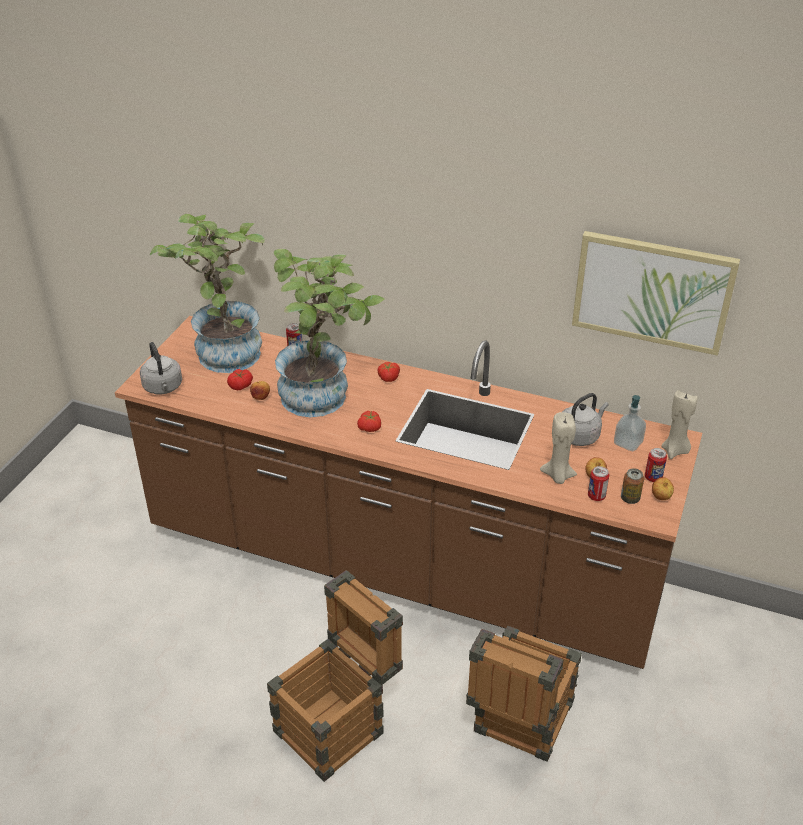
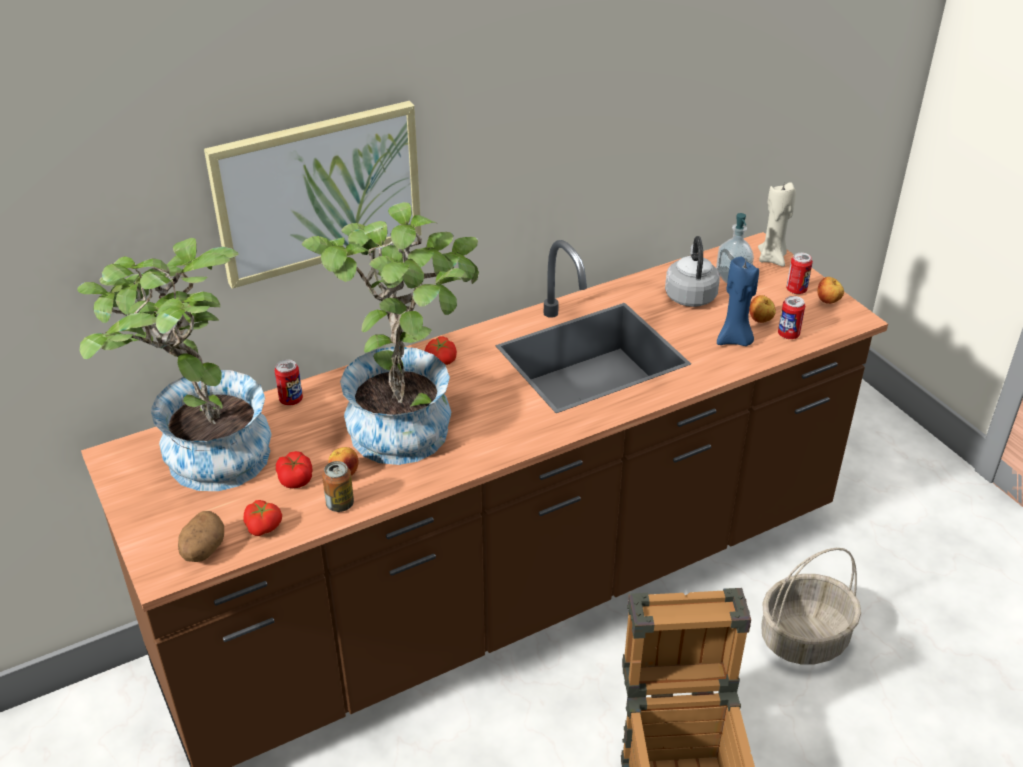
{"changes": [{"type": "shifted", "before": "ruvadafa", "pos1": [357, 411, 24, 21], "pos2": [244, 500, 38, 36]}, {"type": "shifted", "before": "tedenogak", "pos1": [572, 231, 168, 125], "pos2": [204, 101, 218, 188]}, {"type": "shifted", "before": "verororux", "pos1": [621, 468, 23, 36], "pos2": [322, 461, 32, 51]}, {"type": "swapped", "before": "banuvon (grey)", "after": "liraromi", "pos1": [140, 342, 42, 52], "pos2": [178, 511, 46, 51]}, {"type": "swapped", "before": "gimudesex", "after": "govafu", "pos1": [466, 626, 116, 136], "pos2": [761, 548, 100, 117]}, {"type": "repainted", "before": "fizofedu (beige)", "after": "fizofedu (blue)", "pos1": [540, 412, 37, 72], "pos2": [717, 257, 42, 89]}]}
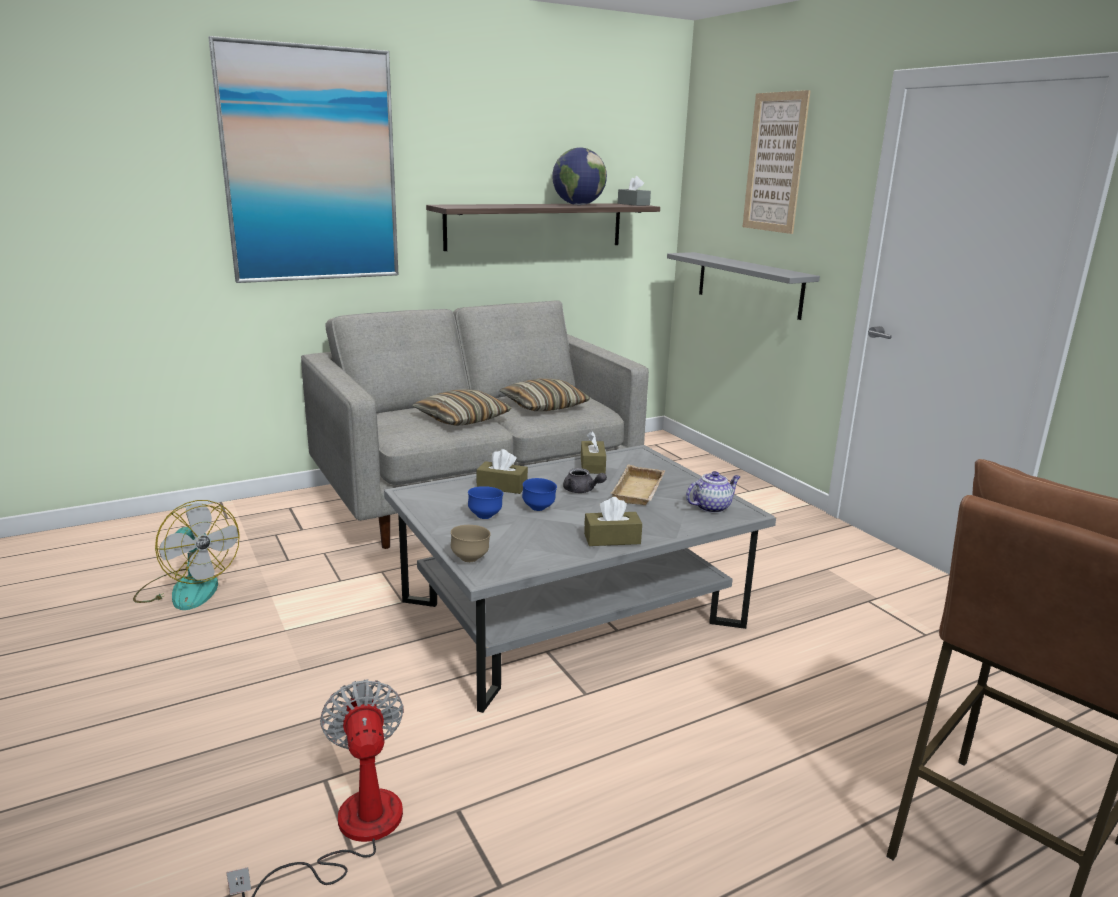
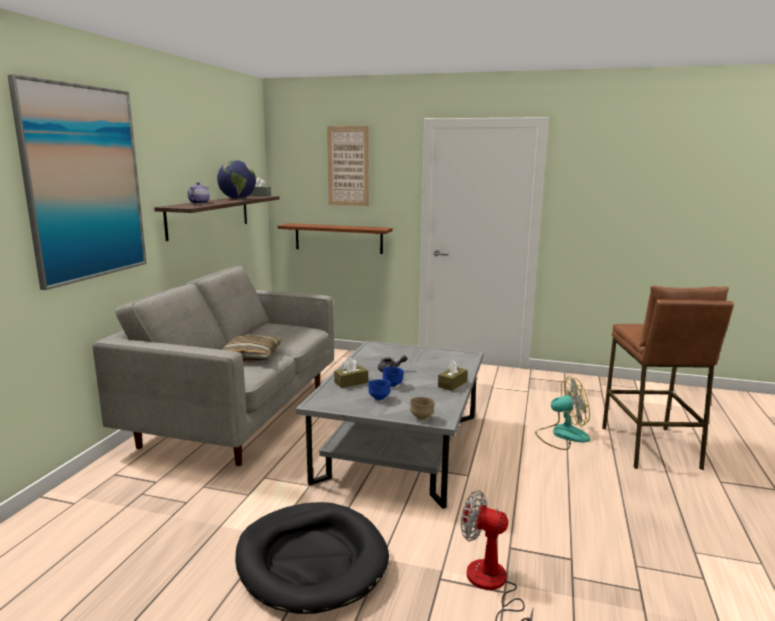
{"changes": [{"type": "gone", "before": "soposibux", "pos1": [500, 378, 90, 33]}, {"type": "gone", "before": "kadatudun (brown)", "pos1": [581, 431, 25, 43]}, {"type": "gone", "before": "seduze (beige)", "pos1": [610, 464, 55, 41]}, {"type": "new", "after": "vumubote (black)", "pos2": [235, 502, 154, 112]}, {"type": "shifted", "before": "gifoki", "pos1": [133, 500, 107, 110], "pos2": [535, 377, 55, 73]}, {"type": "shifted", "before": "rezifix", "pos1": [686, 471, 54, 42], "pos2": [187, 182, 23, 22]}, {"type": "repainted", "before": "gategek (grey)", "after": "gategek (brown)", "pos1": [667, 252, 153, 68], "pos2": [277, 223, 115, 31]}]}
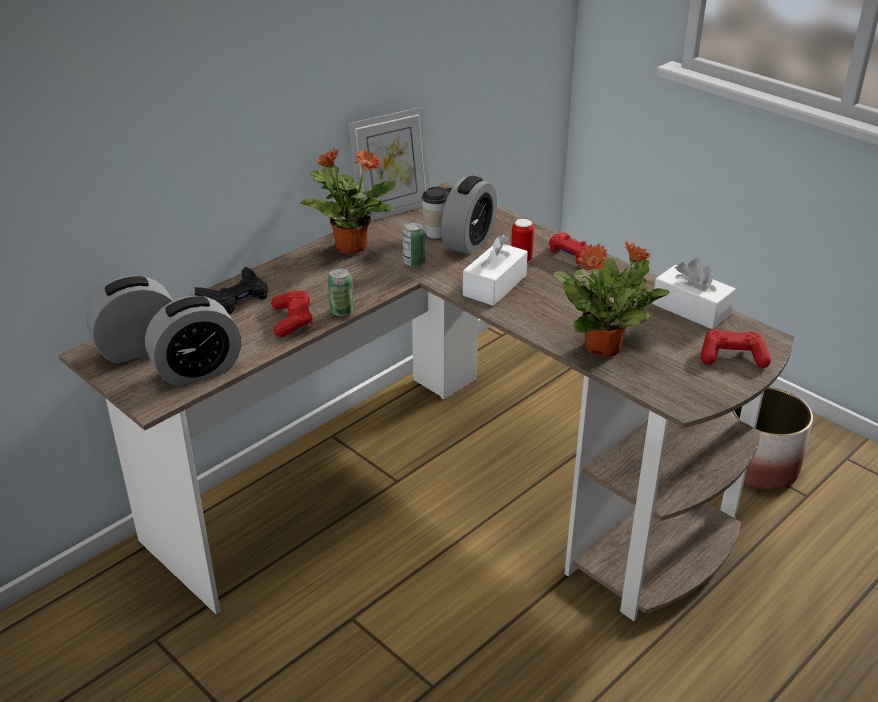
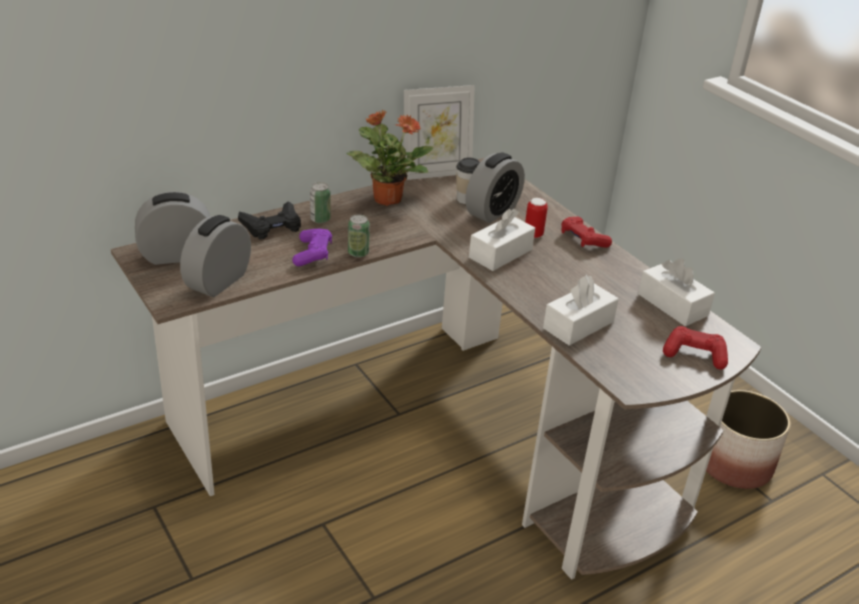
{"changes": [{"type": "shifted", "before": "verororux", "pos1": [403, 221, 22, 46], "pos2": [310, 182, 20, 42]}, {"type": "swapped", "before": "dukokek", "after": "kadatudun (white)", "pos1": [553, 241, 117, 115], "pos2": [543, 275, 76, 71]}, {"type": "repainted", "before": "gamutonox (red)", "after": "gamutonox (purple)", "pos1": [271, 291, 41, 46], "pos2": [292, 229, 40, 37]}, {"type": "rotated", "before": "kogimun", "pos1": [145, 296, 96, 90], "pos2": [180, 215, 71, 82], "turn": 135}]}
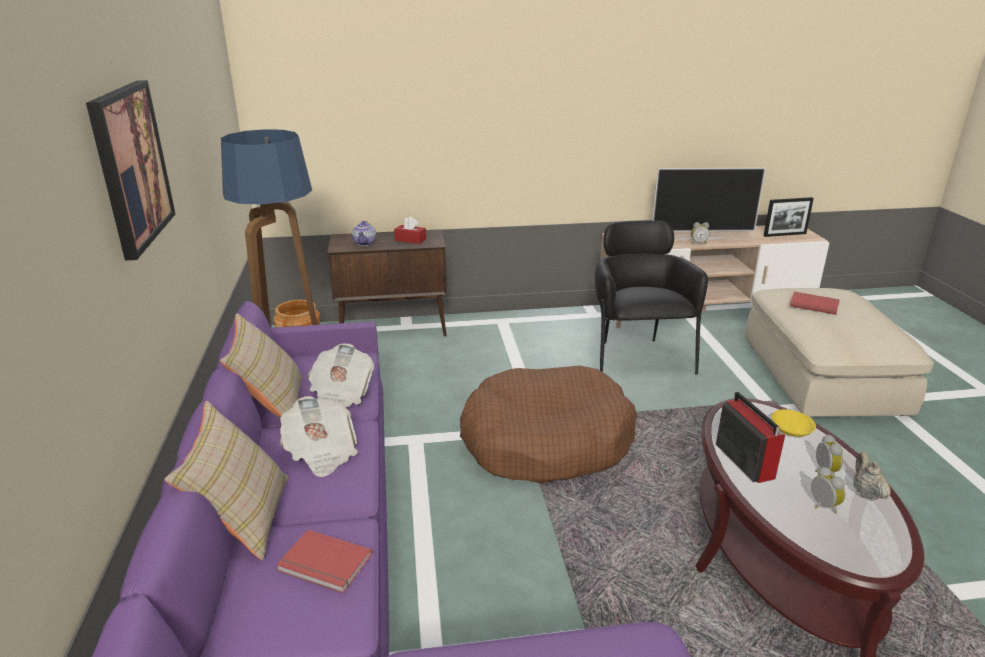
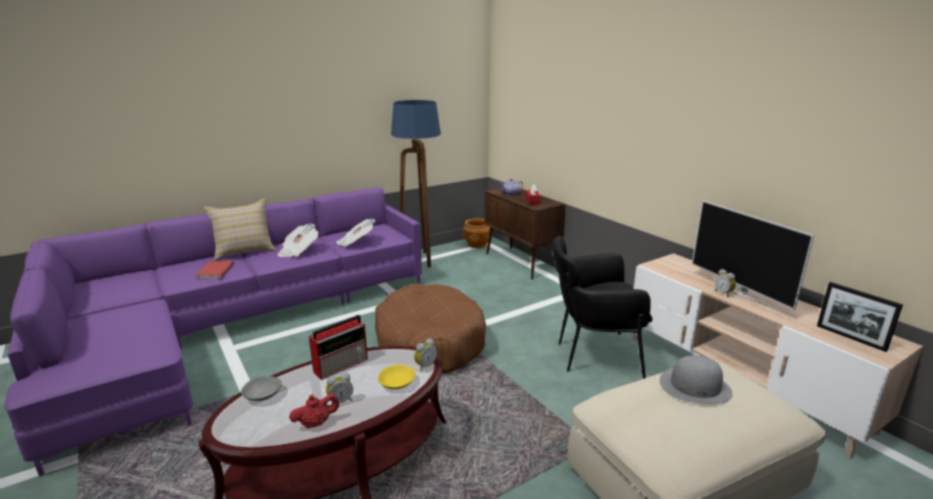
{"changes": [{"type": "gone", "before": "tedenogak", "pos1": [86, 80, 89, 181]}, {"type": "gone", "before": "soposibux (beige)", "pos1": [220, 313, 82, 105]}, {"type": "new", "after": "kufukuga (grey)", "pos2": [241, 376, 41, 25]}, {"type": "shifted", "before": "kogimun", "pos1": [811, 467, 35, 46], "pos2": [414, 339, 23, 33]}, {"type": "swapped", "before": "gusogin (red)", "after": "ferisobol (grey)", "pos1": [790, 291, 50, 24], "pos2": [659, 355, 74, 49]}, {"type": "repainted", "before": "rezifix (beige)", "after": "rezifix (red)", "pos1": [853, 452, 38, 49], "pos2": [289, 394, 50, 34]}, {"type": "rotated", "before": "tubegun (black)", "pos1": [595, 220, 113, 155], "pos2": [552, 236, 100, 143], "turn": -150}]}
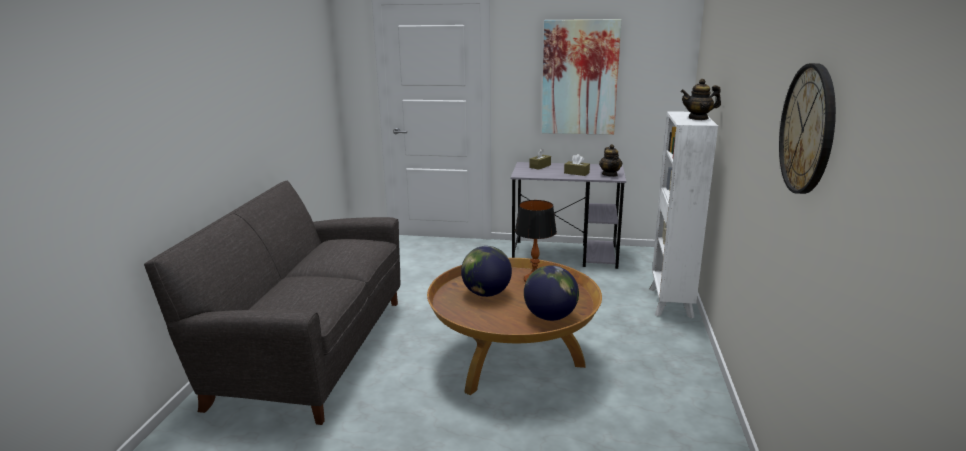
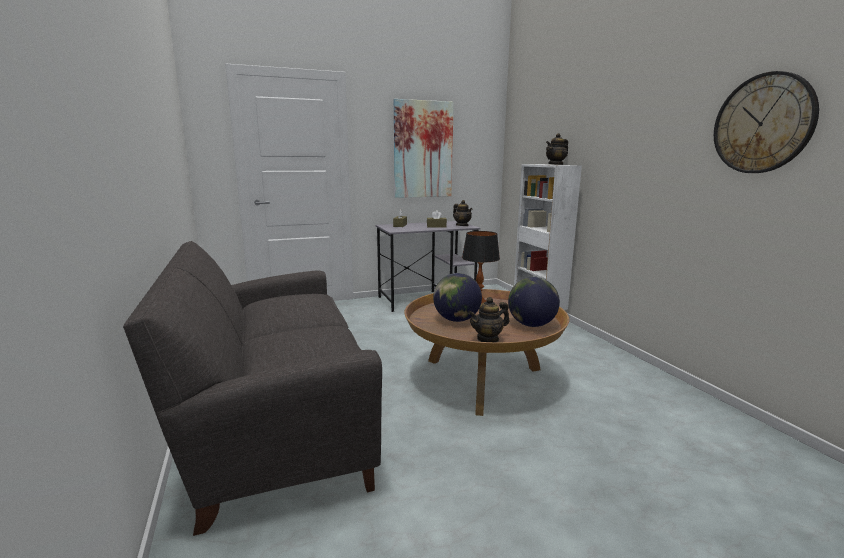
{"changes": [{"type": "new", "after": "rezifix", "pos2": [468, 297, 41, 45]}]}
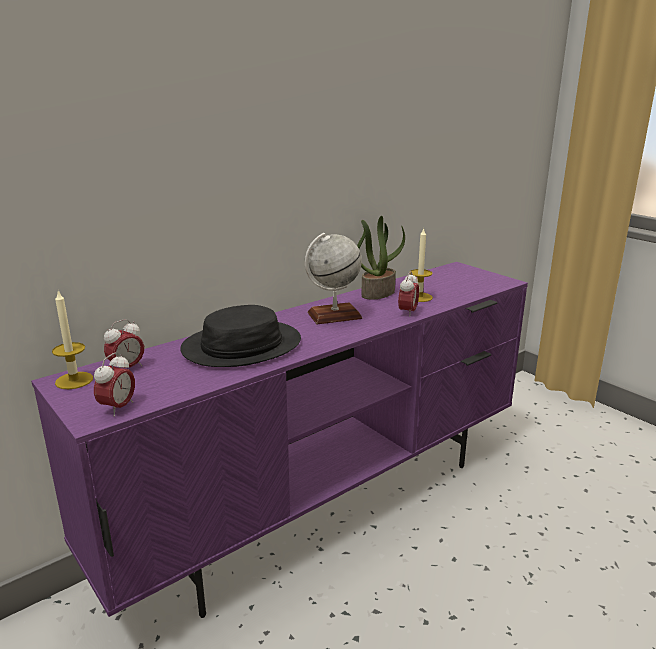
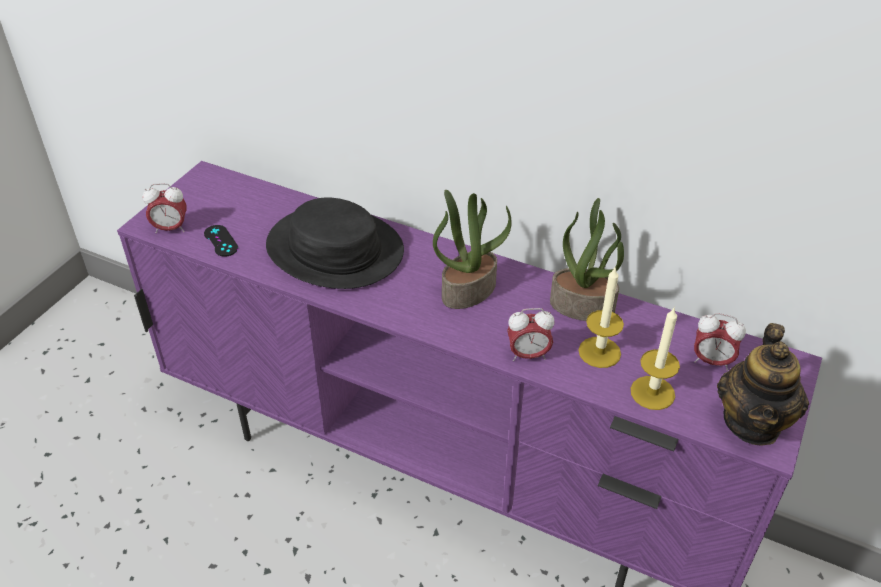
{"changes": [{"type": "new", "after": "gamutonox (black)", "pos2": [204, 225, 34, 32]}, {"type": "new", "after": "rezifix", "pos2": [717, 323, 92, 123]}, {"type": "shifted", "before": "fizofedu", "pos1": [52, 291, 41, 98], "pos2": [631, 306, 49, 104]}, {"type": "shifted", "before": "kogimun", "pos1": [104, 319, 40, 49], "pos2": [694, 313, 52, 58]}, {"type": "swapped", "before": "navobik", "after": "dukokek", "pos1": [305, 233, 57, 91], "pos2": [433, 190, 79, 119]}]}
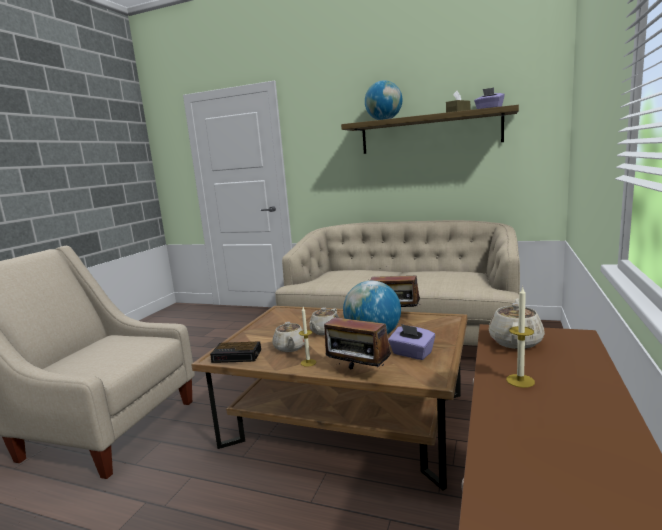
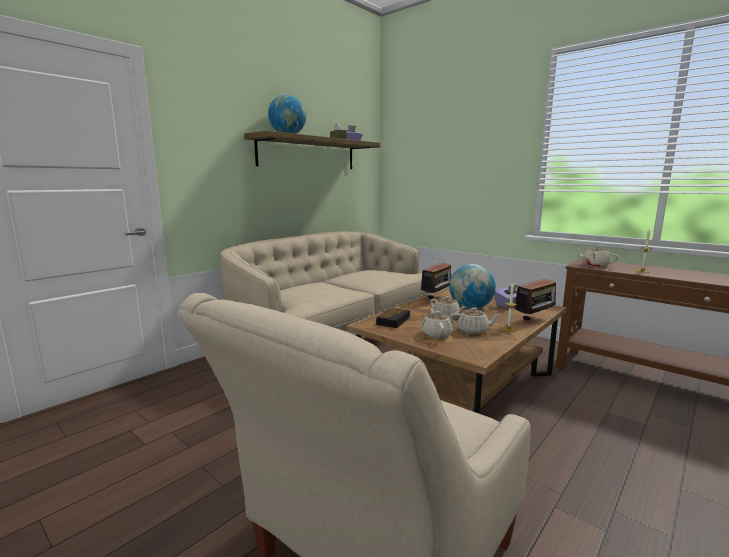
{"changes": [{"type": "new", "after": "rezifix (beige)", "pos2": [421, 308, 32, 31]}, {"type": "shifted", "before": "kogimun", "pos1": [210, 341, 51, 22], "pos2": [376, 308, 34, 20]}]}
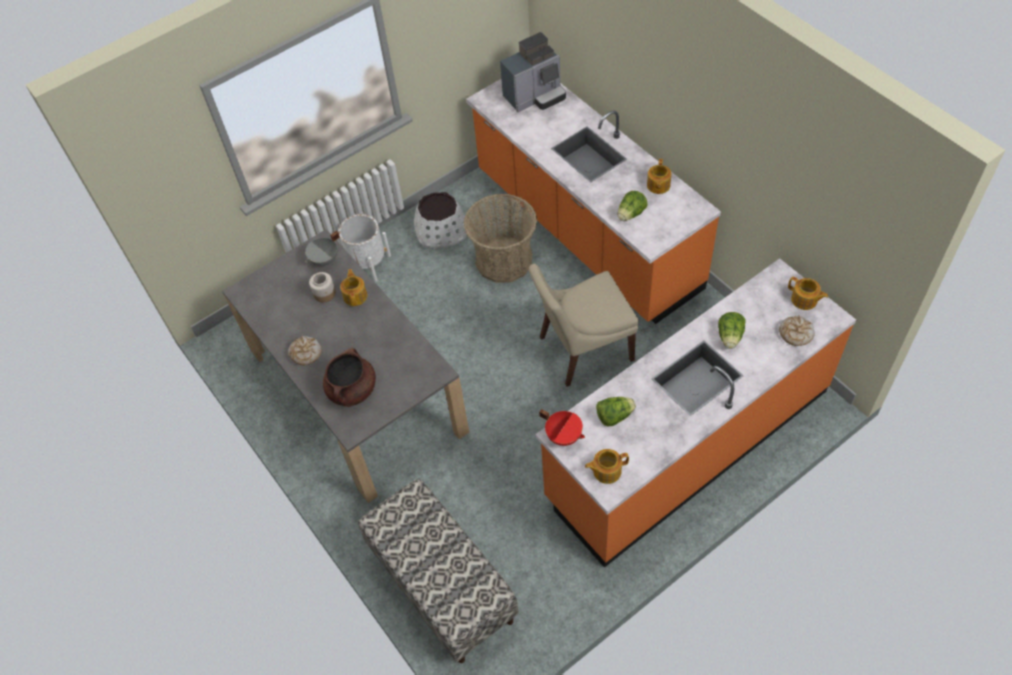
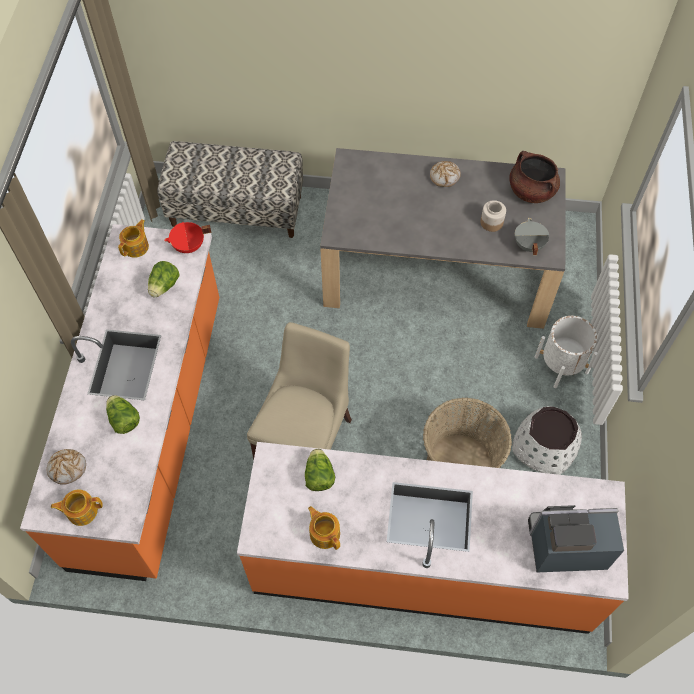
{"changes": [{"type": "gone", "before": "rezifix", "pos1": [340, 269, 27, 37]}, {"type": "shifted", "before": "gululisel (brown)", "pos1": [323, 348, 53, 59], "pos2": [509, 151, 51, 52]}, {"type": "rotated", "before": "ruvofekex", "pos1": [500, 32, 66, 80], "pos2": [528, 505, 96, 68], "turn": 75}]}
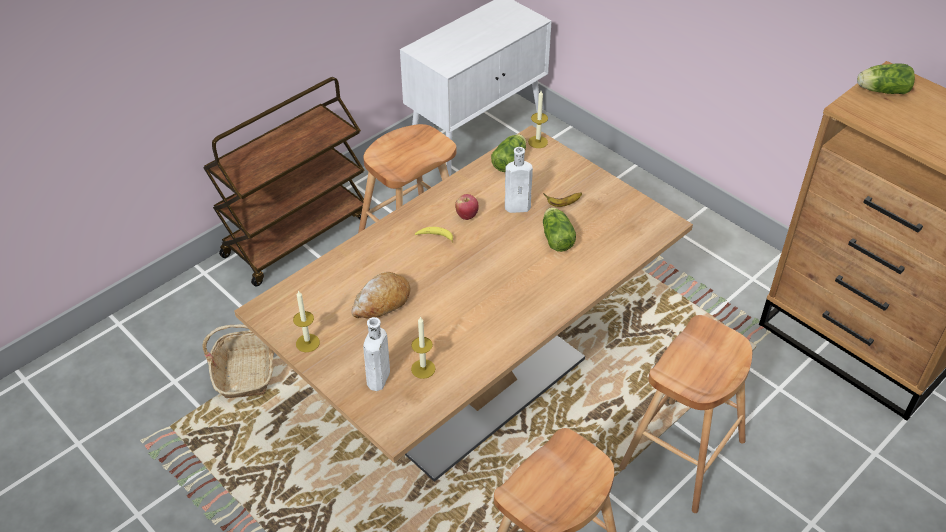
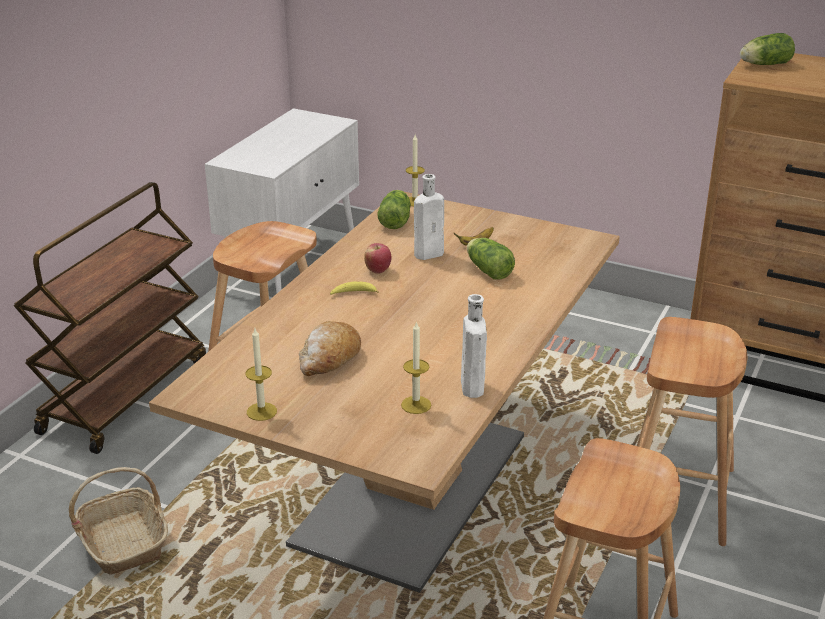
{"changes": [{"type": "shifted", "before": "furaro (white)", "pos1": [363, 317, 27, 74], "pos2": [461, 294, 26, 104]}]}
